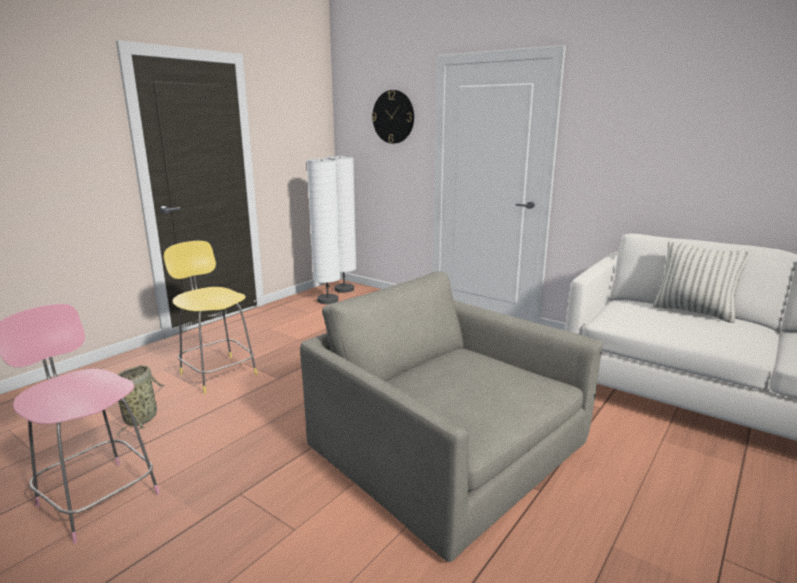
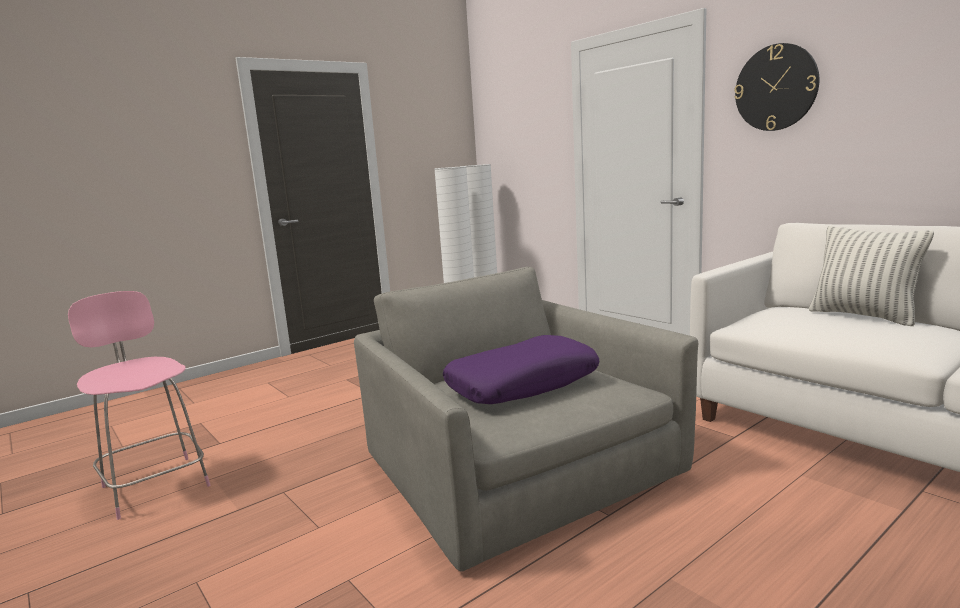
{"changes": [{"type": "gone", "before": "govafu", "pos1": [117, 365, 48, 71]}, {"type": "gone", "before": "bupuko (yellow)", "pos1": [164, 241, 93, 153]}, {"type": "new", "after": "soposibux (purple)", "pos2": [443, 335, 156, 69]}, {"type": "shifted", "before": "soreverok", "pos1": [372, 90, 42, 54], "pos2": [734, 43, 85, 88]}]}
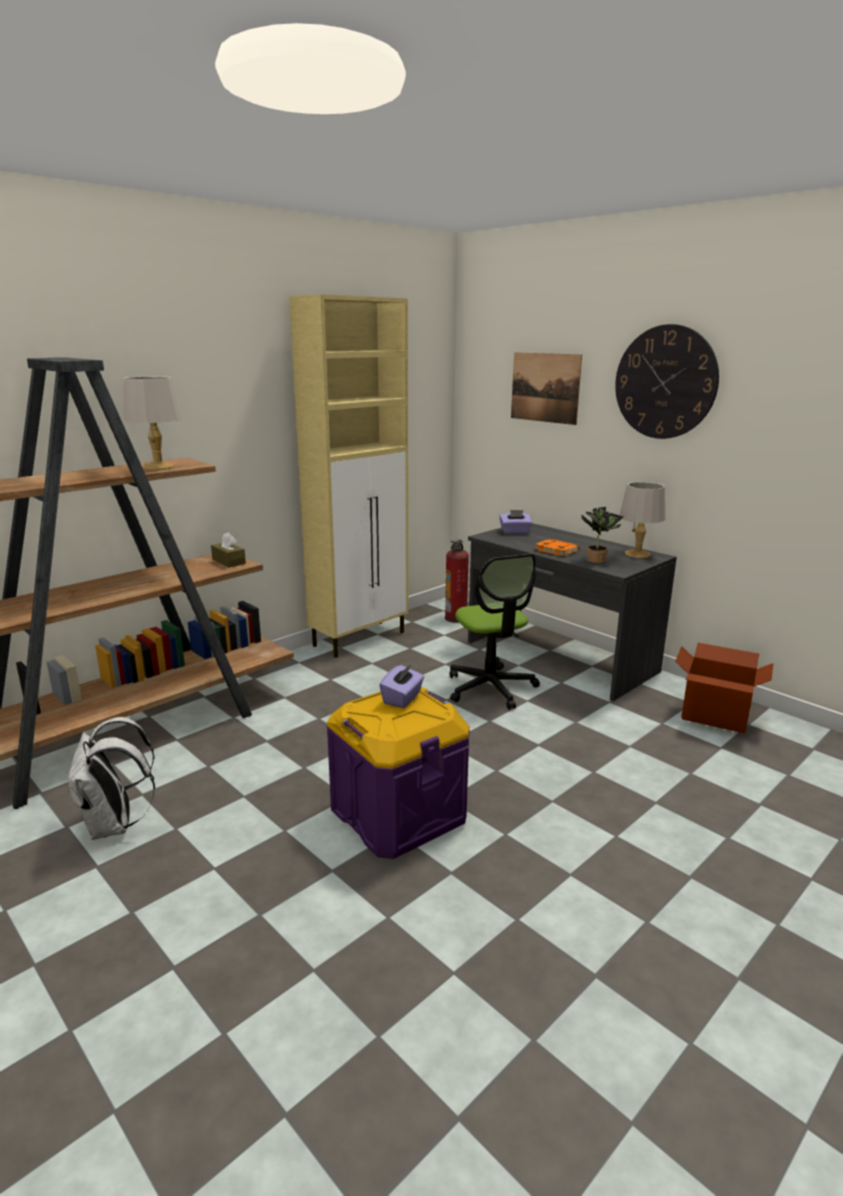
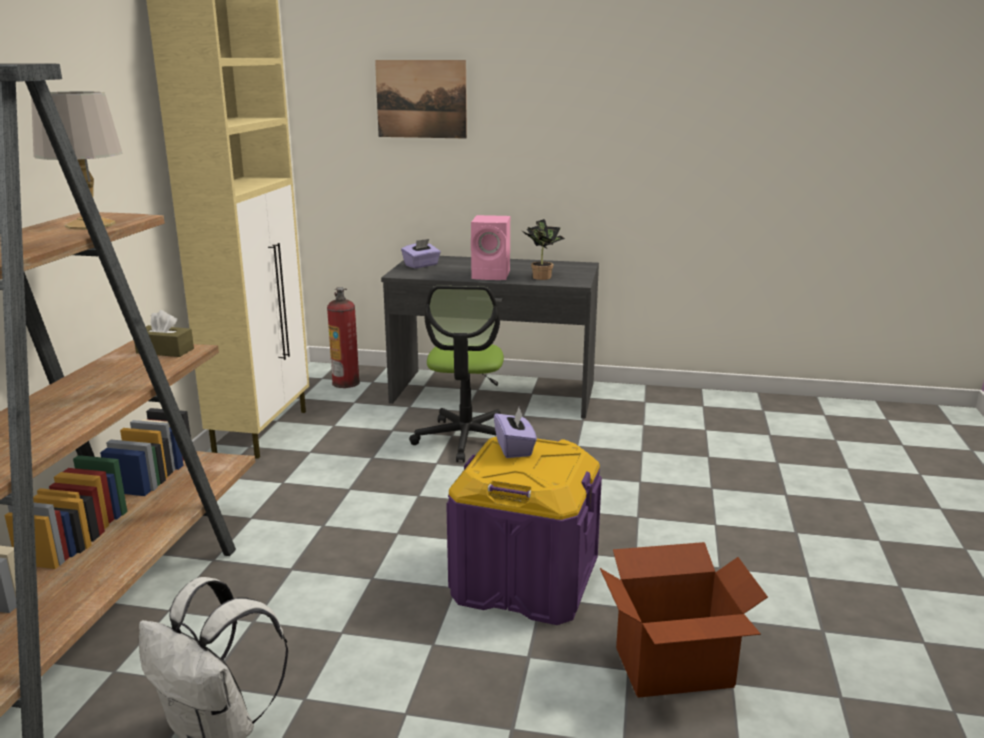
{"changes": [{"type": "gone", "before": "soreverok", "pos1": [615, 324, 104, 115]}, {"type": "gone", "before": "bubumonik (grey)", "pos1": [620, 482, 45, 76]}, {"type": "shifted", "before": "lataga", "pos1": [675, 643, 98, 90], "pos2": [600, 542, 168, 156]}, {"type": "swapped", "before": "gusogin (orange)", "after": "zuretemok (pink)", "pos1": [534, 539, 45, 17], "pos2": [471, 215, 39, 65]}, {"type": "rotated", "before": "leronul", "pos1": [449, 554, 91, 155], "pos2": [409, 286, 95, 177], "turn": 60}]}
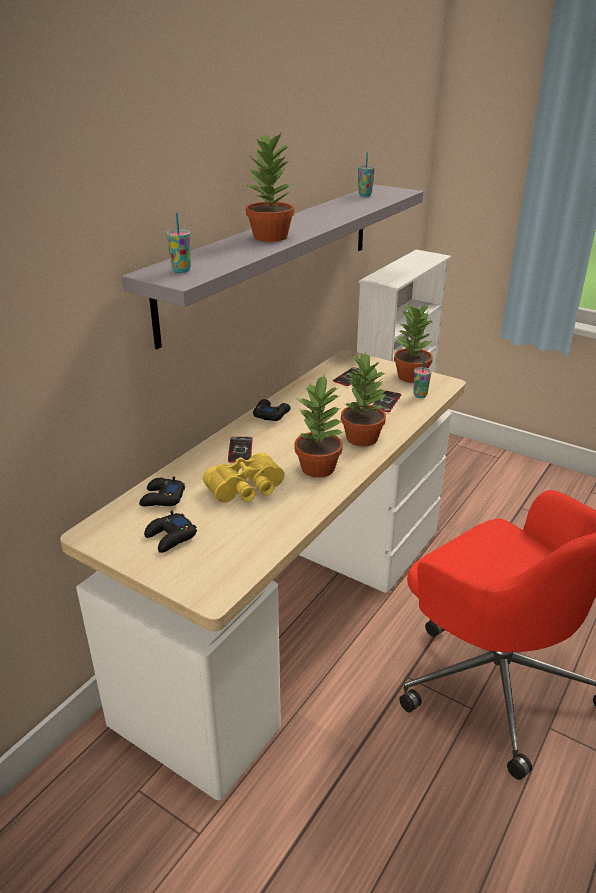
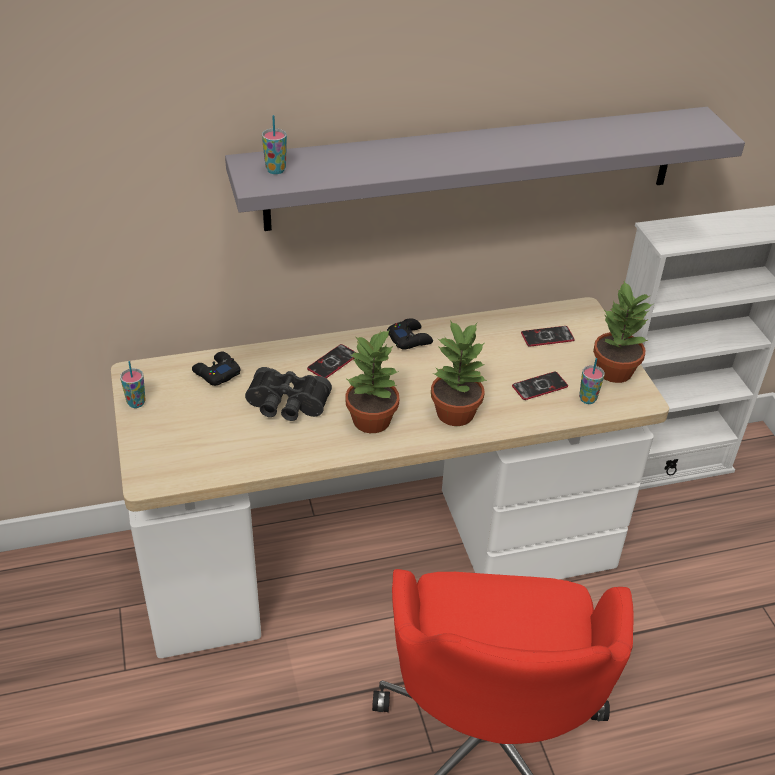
{"changes": [{"type": "gone", "before": "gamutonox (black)", "pos1": [144, 511, 53, 42]}, {"type": "gone", "before": "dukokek", "pos1": [245, 133, 49, 109]}, {"type": "shifted", "before": "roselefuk", "pos1": [358, 153, 17, 44], "pos2": [120, 361, 25, 47]}, {"type": "repainted", "before": "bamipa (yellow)", "after": "bamipa (black)", "pos1": [203, 453, 82, 50], "pos2": [245, 367, 87, 54]}]}
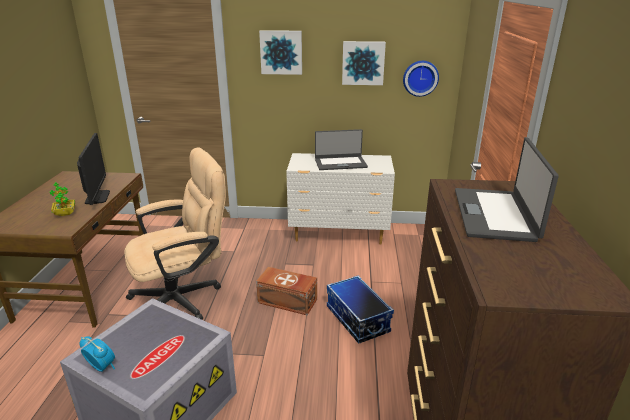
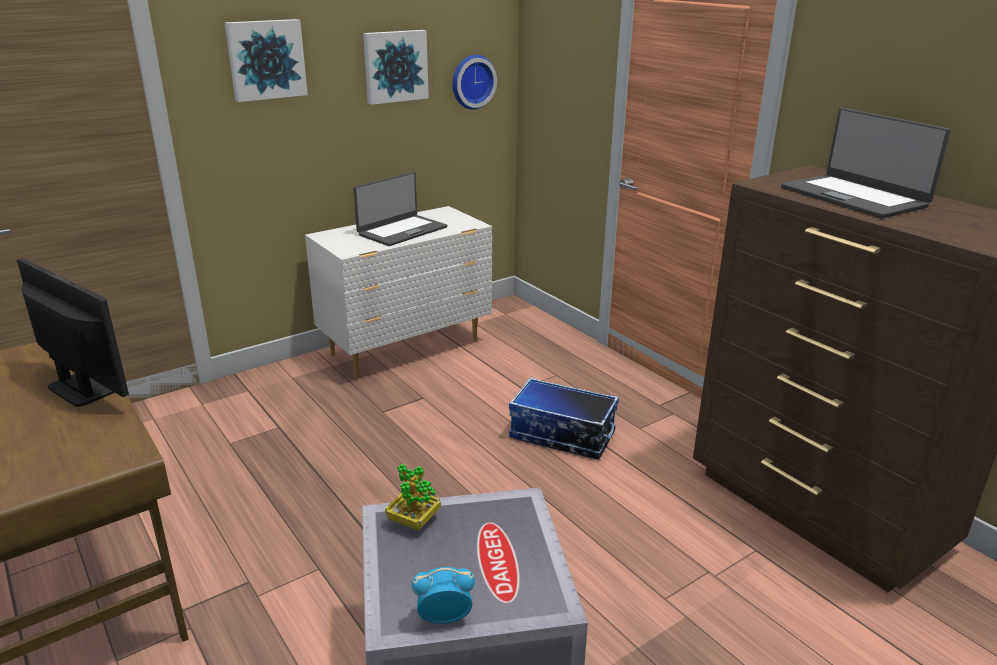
{"changes": [{"type": "gone", "before": "leronul (beige)", "pos1": [124, 147, 102, 173]}, {"type": "gone", "before": "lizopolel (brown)", "pos1": [256, 267, 61, 48]}, {"type": "shifted", "before": "dukokek", "pos1": [50, 182, 25, 34], "pos2": [385, 464, 56, 67]}]}
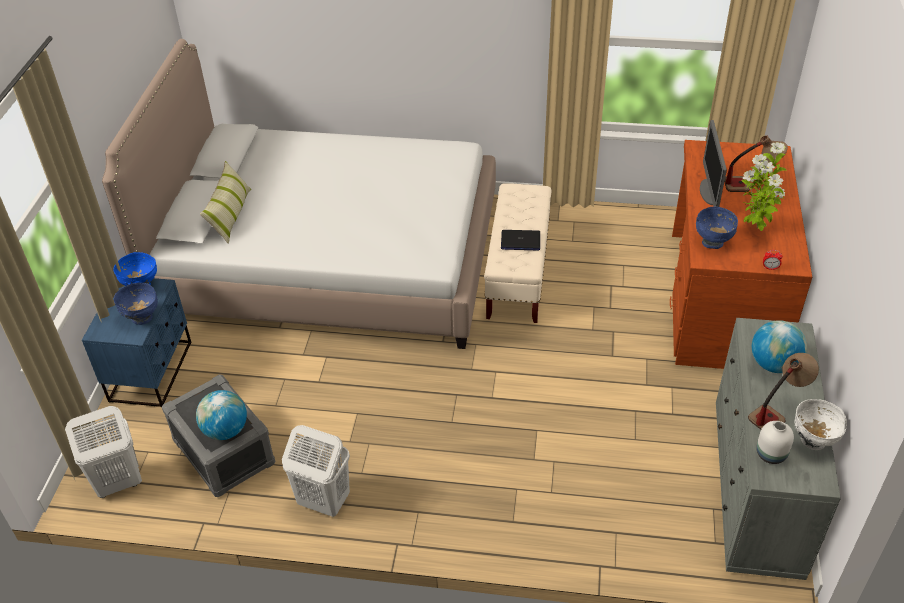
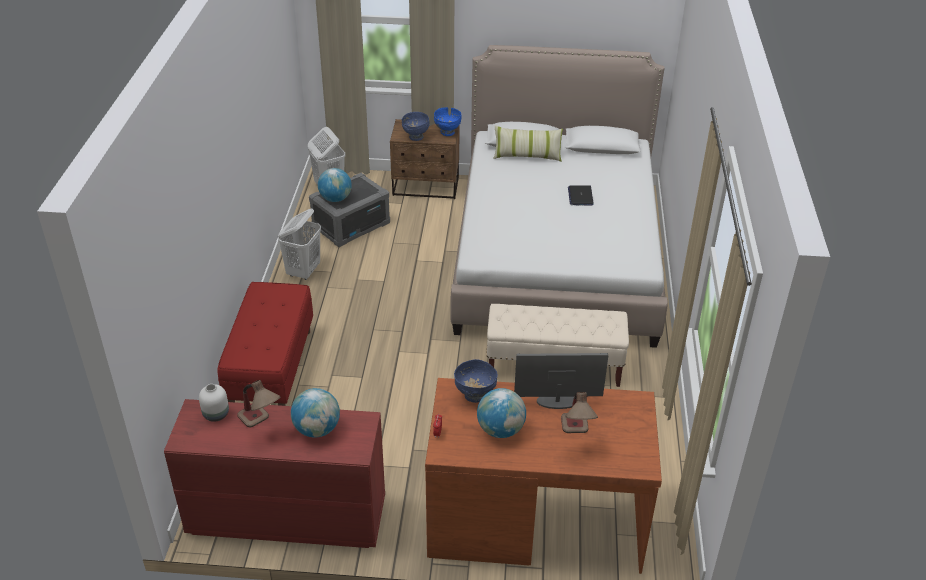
{"changes": [{"type": "gone", "before": "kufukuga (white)", "pos1": [794, 399, 53, 51]}, {"type": "new", "after": "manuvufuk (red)", "pos2": [218, 282, 95, 124]}, {"type": "shifted", "before": "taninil", "pos1": [501, 230, 39, 21], "pos2": [568, 185, 26, 21]}, {"type": "swapped", "before": "dukokek", "after": "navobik", "pos1": [741, 142, 46, 89], "pos2": [477, 388, 49, 50]}, {"type": "repainted", "before": "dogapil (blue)", "after": "dogapil (brown)", "pos1": [82, 278, 109, 130], "pos2": [390, 119, 70, 80]}, {"type": "repainted", "before": "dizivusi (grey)", "after": "dizivusi (red)", "pos1": [716, 318, 125, 262], "pos2": [164, 399, 221, 149]}]}
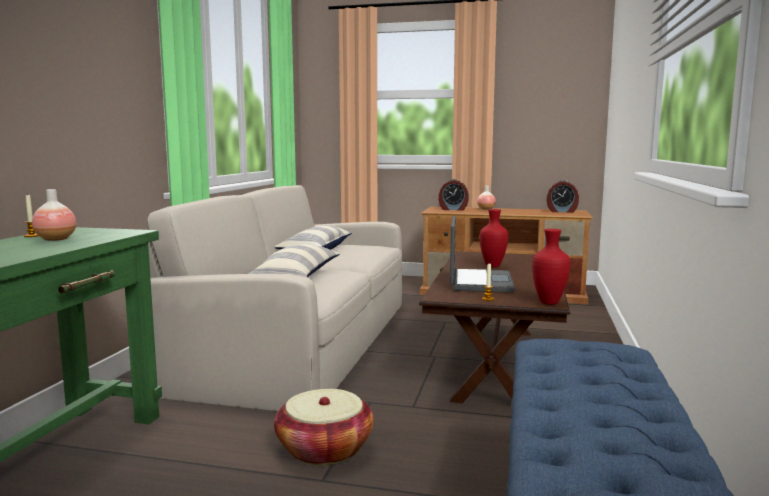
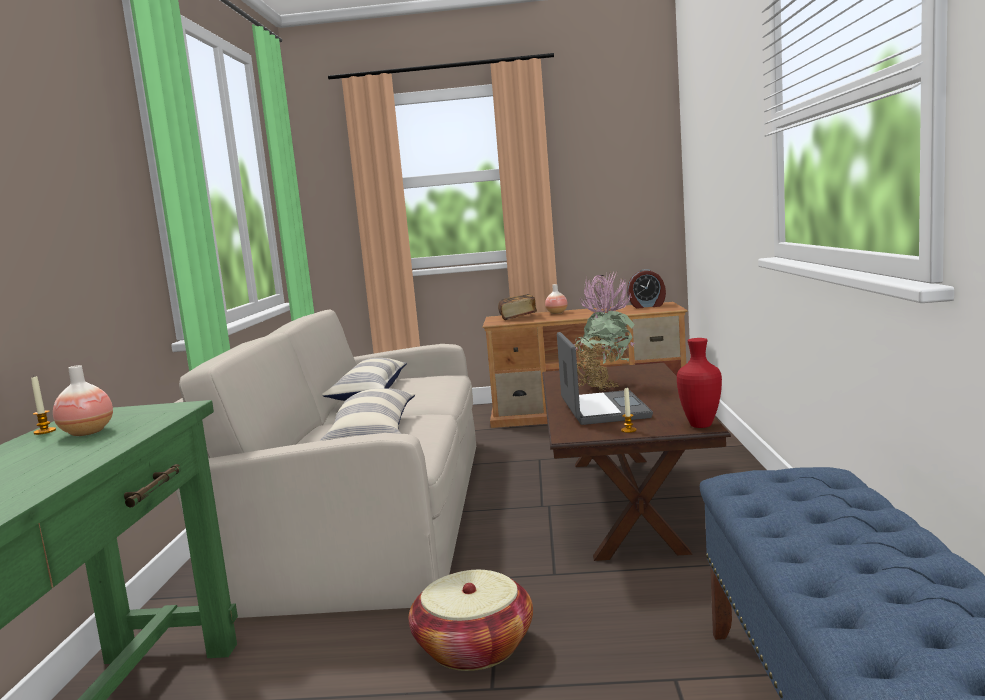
{"changes": [{"type": "swapped", "before": "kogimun", "after": "gusogin", "pos1": [439, 179, 30, 32], "pos2": [498, 294, 39, 26]}, {"type": "swapped", "before": "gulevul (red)", "after": "dukokek", "pos1": [480, 209, 28, 58], "pos2": [574, 271, 63, 120]}]}
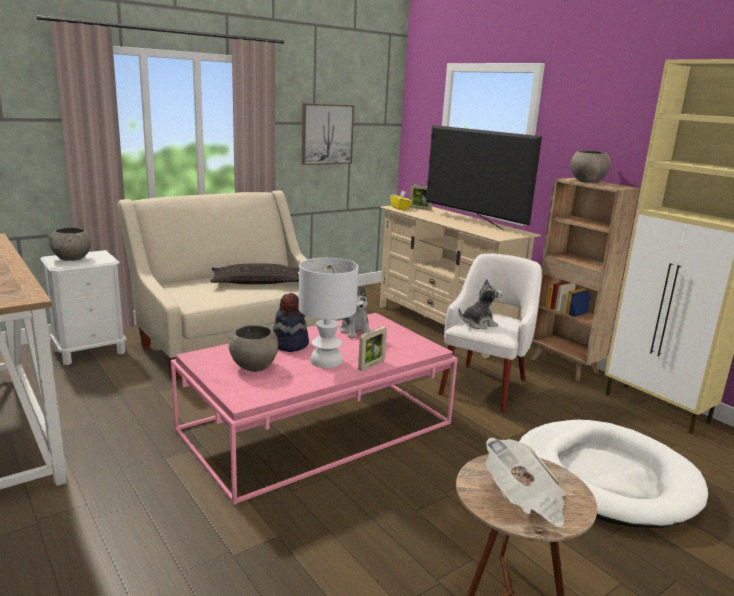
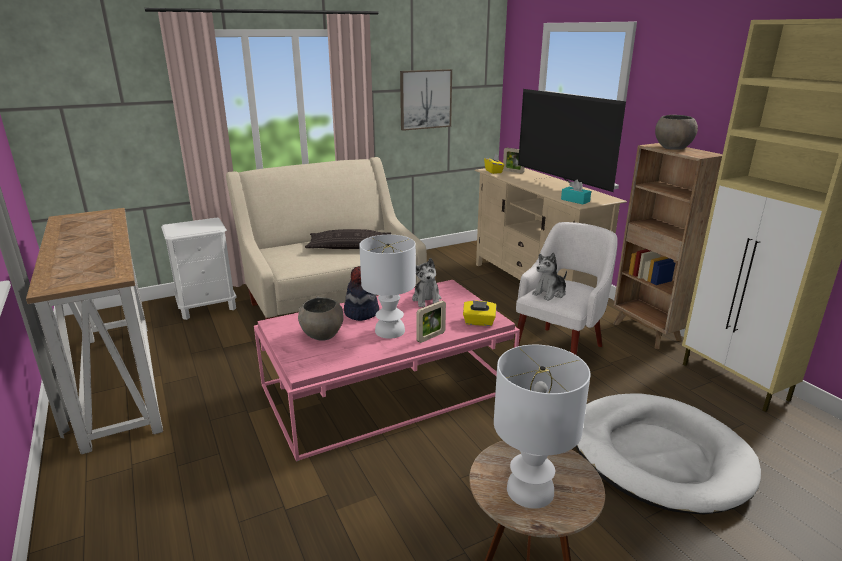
{"changes": [{"type": "gone", "before": "kufukuga (grey)", "pos1": [47, 228, 44, 33]}, {"type": "new", "after": "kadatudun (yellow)", "pos2": [463, 301, 33, 25]}, {"type": "new", "after": "kadatudun (turquoise)", "pos2": [561, 180, 30, 24]}, {"type": "swapped", "before": "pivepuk", "after": "bubumonik (white)", "pos1": [486, 437, 80, 90], "pos2": [494, 345, 97, 164]}, {"type": "rotated", "before": "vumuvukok", "pos1": [458, 279, 44, 50], "pos2": [532, 253, 35, 48], "turn": 150}]}
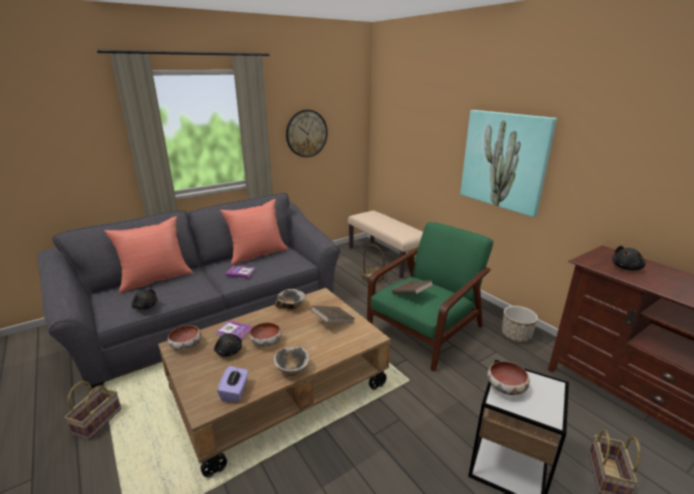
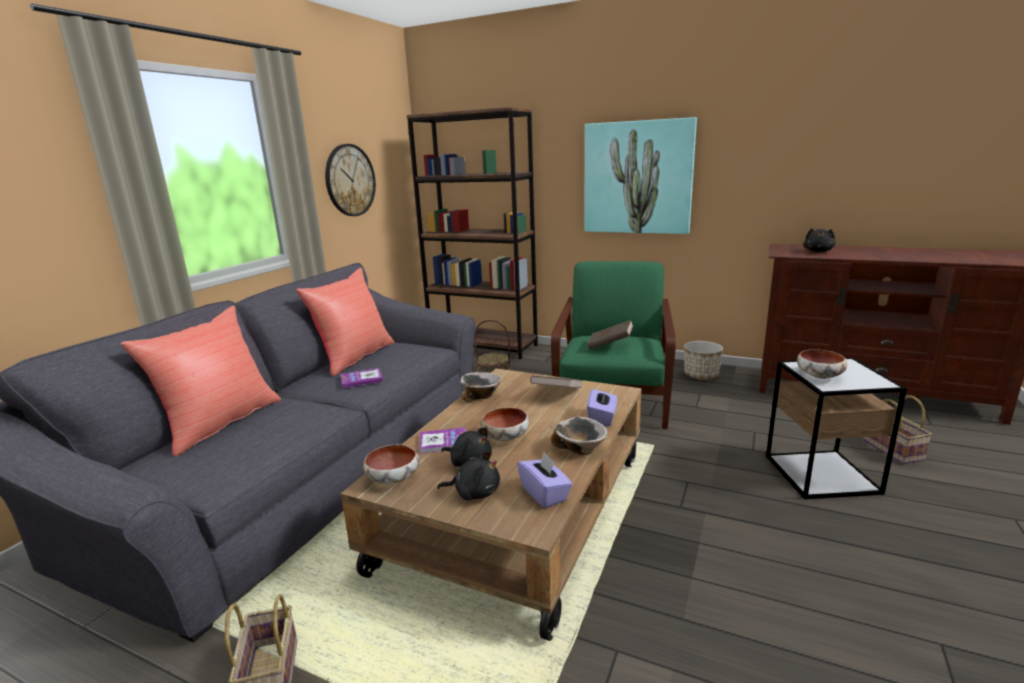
{"changes": [{"type": "new", "after": "kadatudun (purple)", "pos2": [587, 387, 30, 40]}, {"type": "shifted", "before": "vumuvukok (black)", "pos1": [131, 289, 27, 21], "pos2": [437, 451, 63, 49]}, {"type": "swapped", "before": "manuvufuk (beige)", "after": "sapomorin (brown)", "pos1": [348, 211, 75, 67], "pos2": [406, 107, 132, 252]}]}
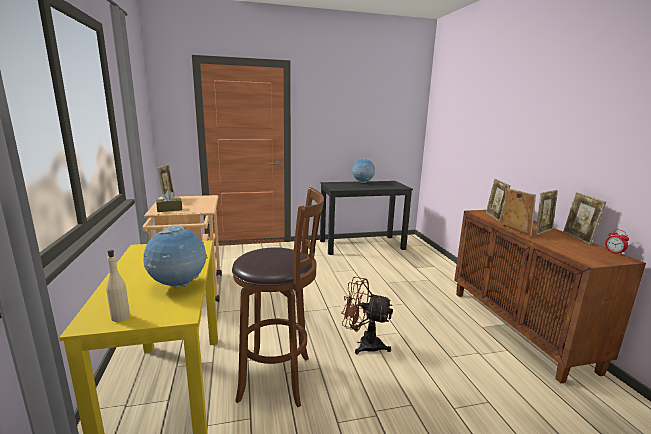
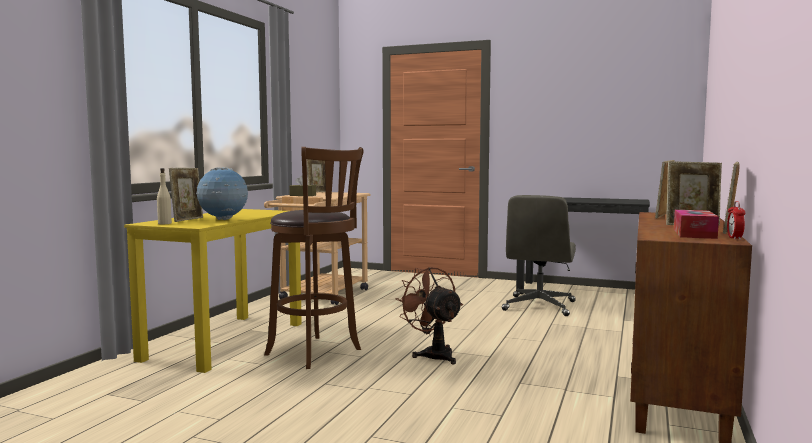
{"changes": [{"type": "gone", "before": "navobik", "pos1": [352, 158, 23, 25]}, {"type": "new", "after": "leronul (grey)", "pos2": [502, 195, 74, 121]}, {"type": "new", "after": "kadatudun", "pos2": [674, 210, 45, 29]}, {"type": "shifted", "before": "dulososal", "pos1": [503, 188, 33, 49], "pos2": [169, 168, 34, 54]}]}
